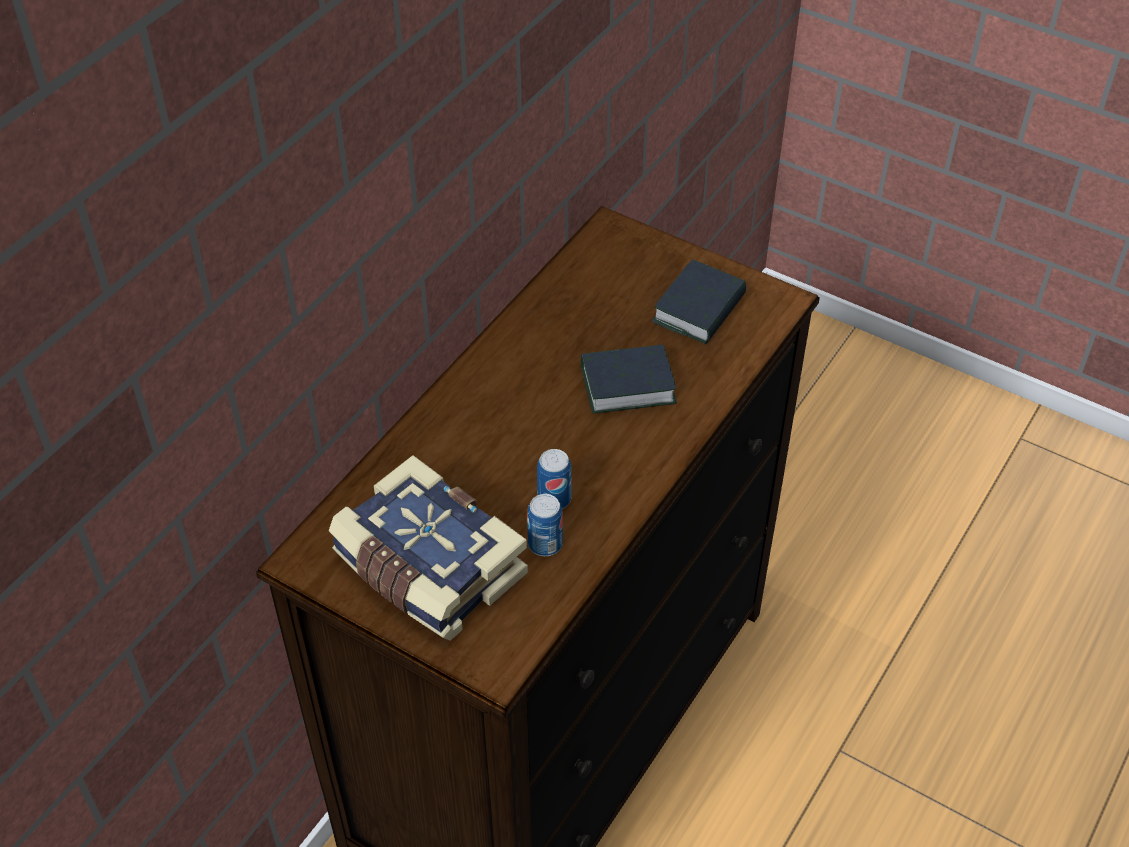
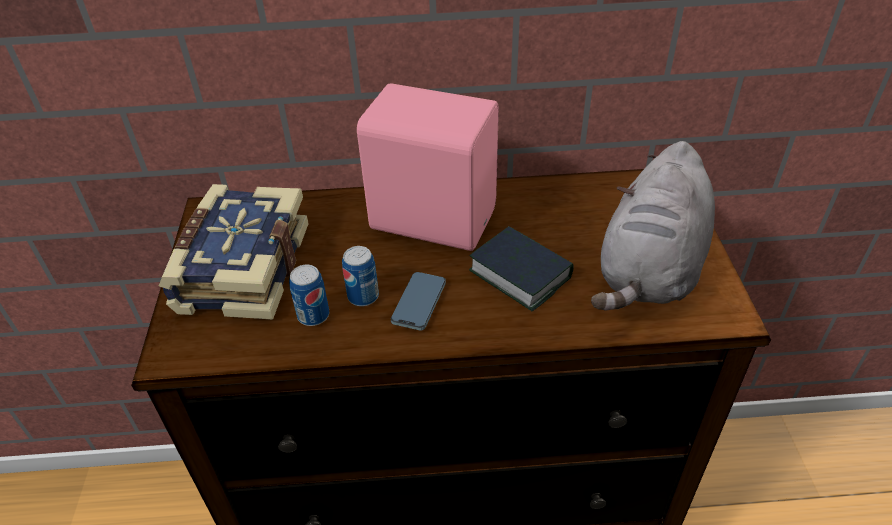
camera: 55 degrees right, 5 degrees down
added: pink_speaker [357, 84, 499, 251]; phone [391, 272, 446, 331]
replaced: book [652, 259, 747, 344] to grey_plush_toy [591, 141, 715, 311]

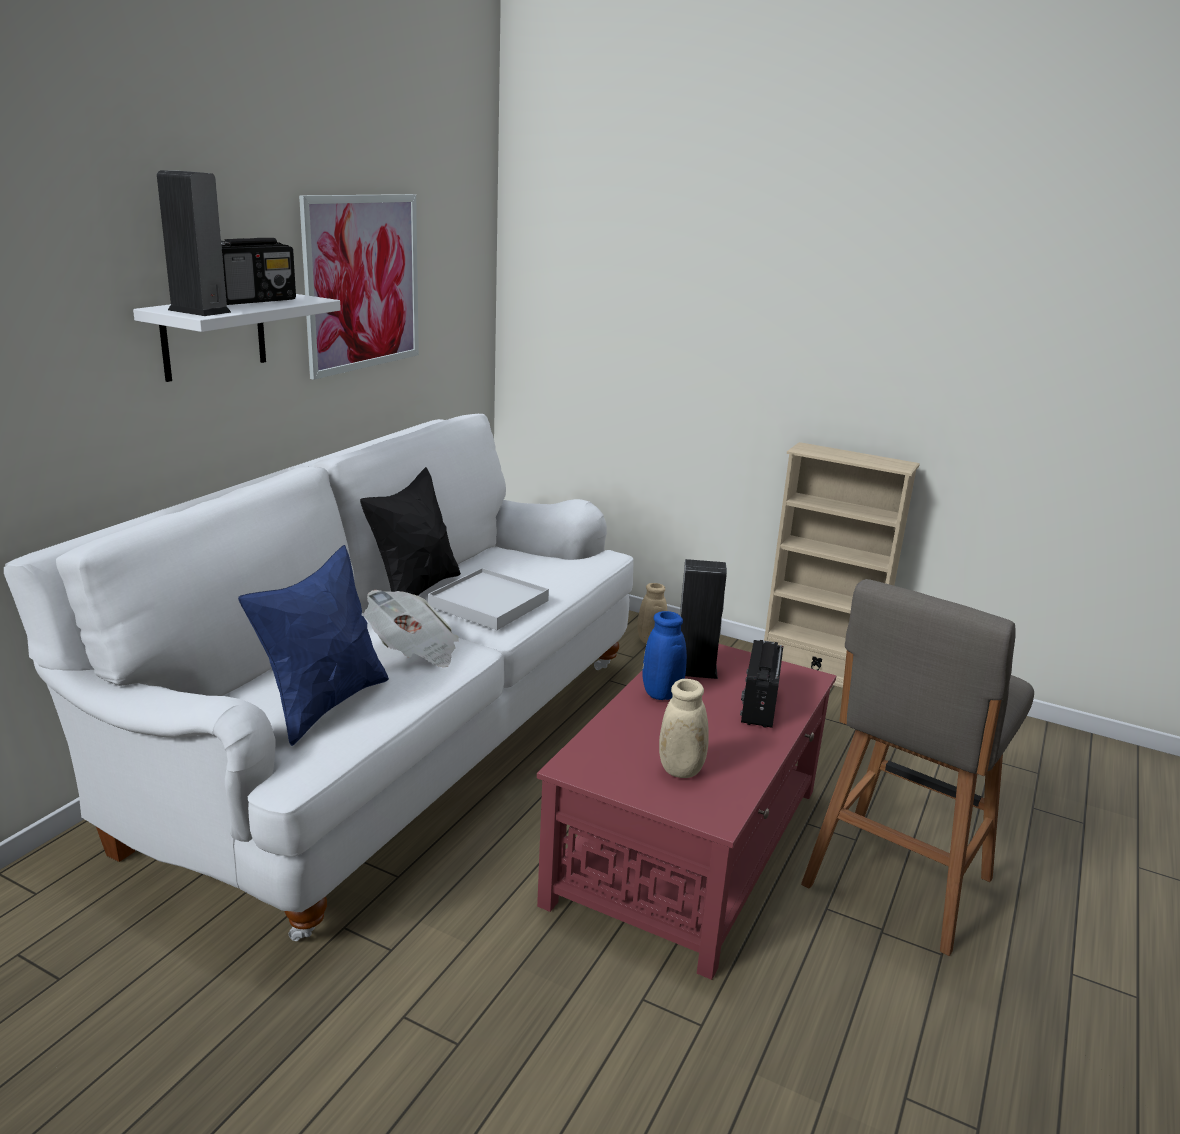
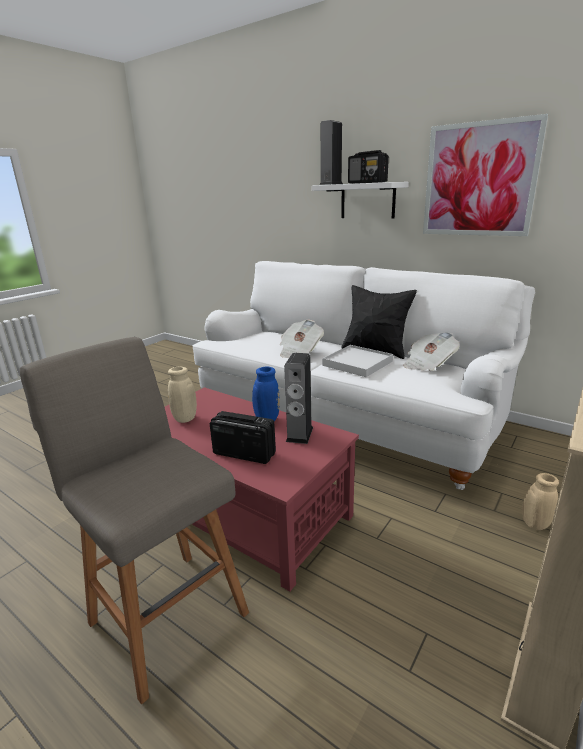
camera: 100 degrees right, 0 degrees up
removed: blue_pillow [238, 545, 389, 746]
added: newspaper [403, 333, 460, 371]

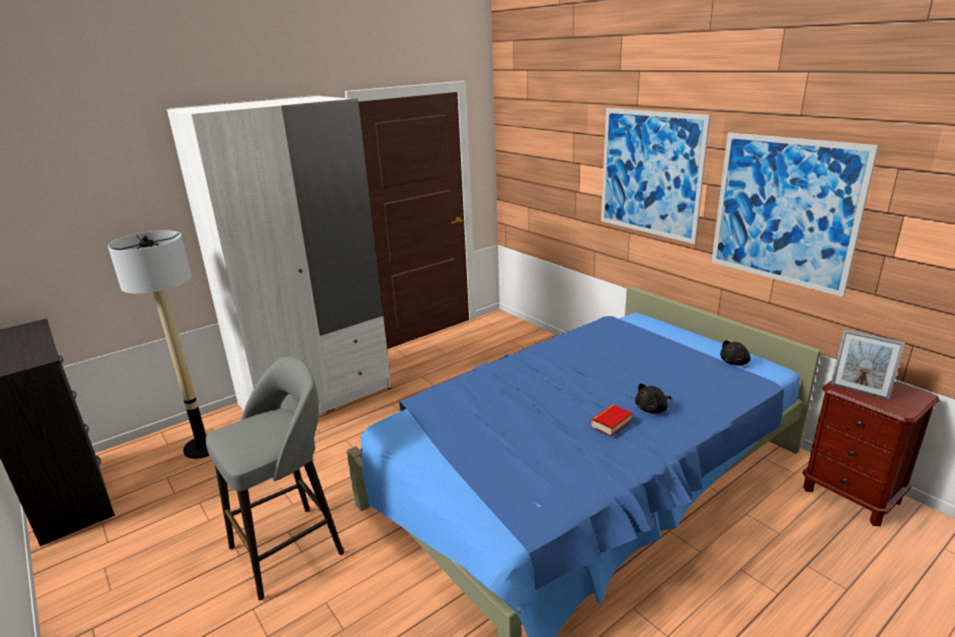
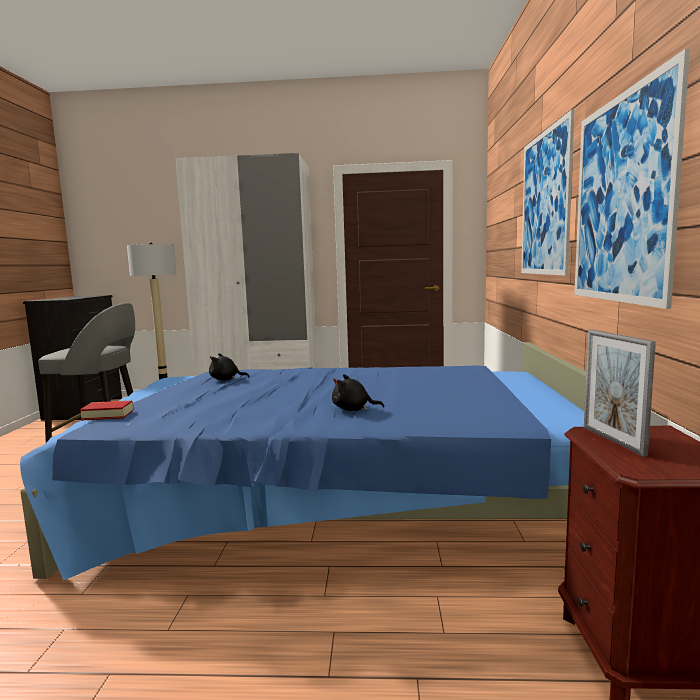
camera: 40 degrees right, 15 degrees down
moved: book [590, 405, 632, 437] to [80, 400, 134, 421]; black_plush_toy [720, 340, 751, 365] to [209, 353, 249, 381]

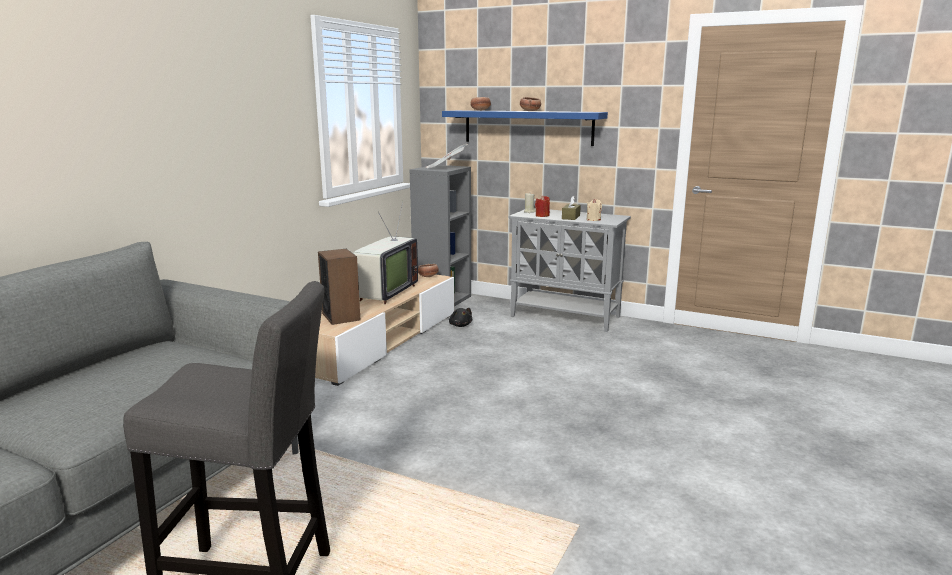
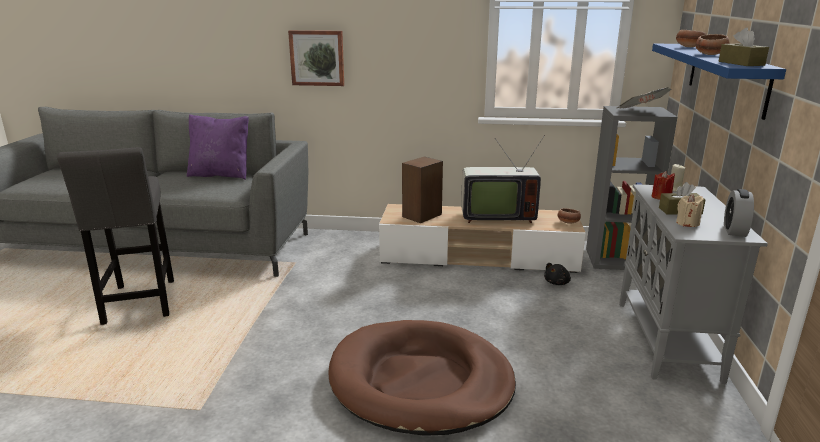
camera: 70 degrees right, 5 degrees up
added: purple_pillow [187, 114, 249, 180]; picture [288, 30, 344, 86]; brown_dog_bed [328, 320, 516, 436]; brown_tissue_box [719, 28, 769, 66]; alarm_clock [724, 189, 754, 237]

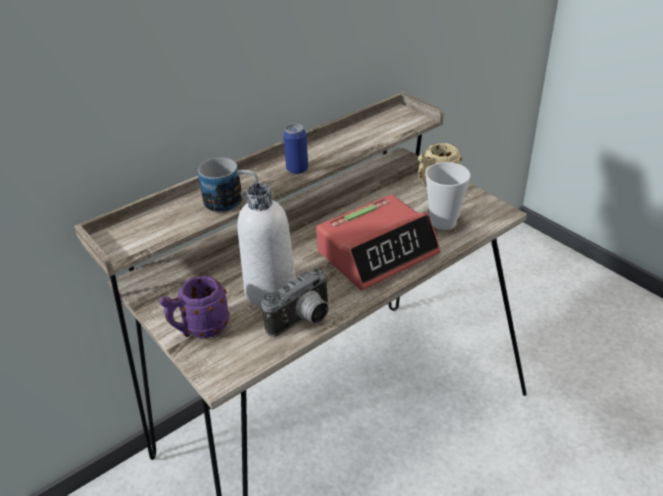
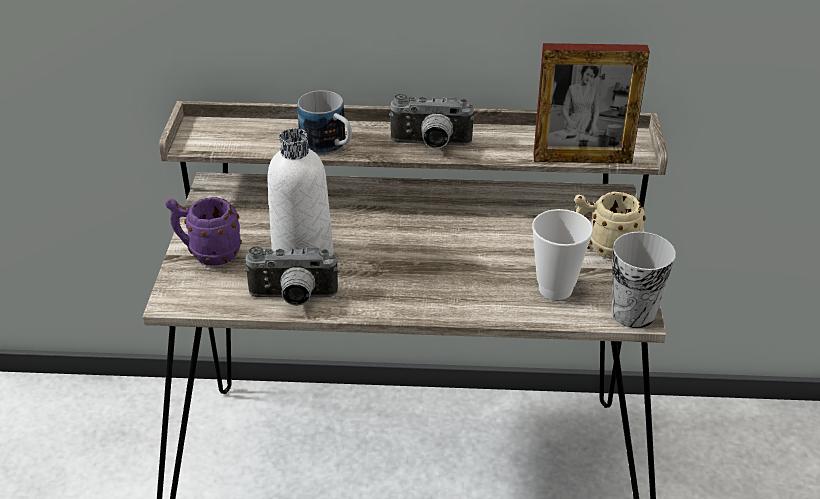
camera: 40 degrees right, 0 degrees up
removed: alarm_clock [316, 195, 440, 290]
added: picture_frame [533, 43, 650, 164]; cup [611, 232, 676, 328]
replaced: can [283, 124, 308, 174] to photo_camera [389, 94, 475, 149]

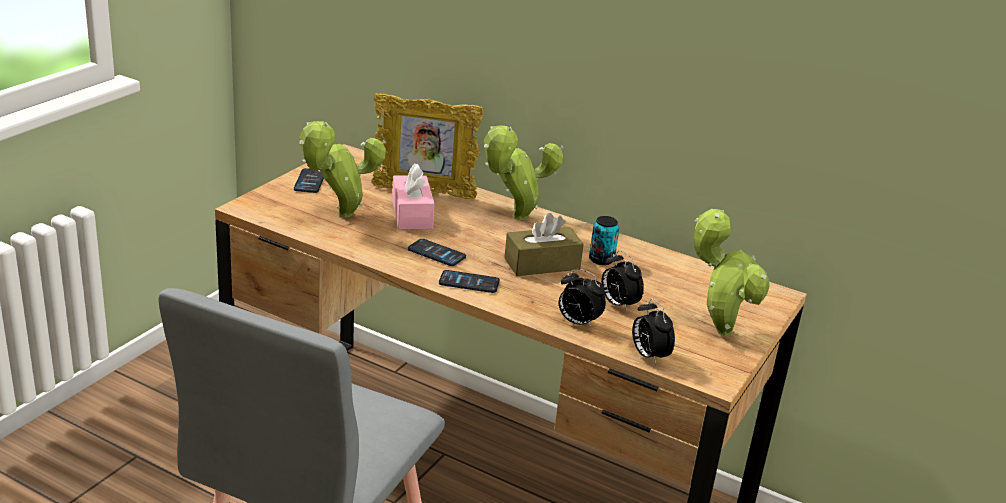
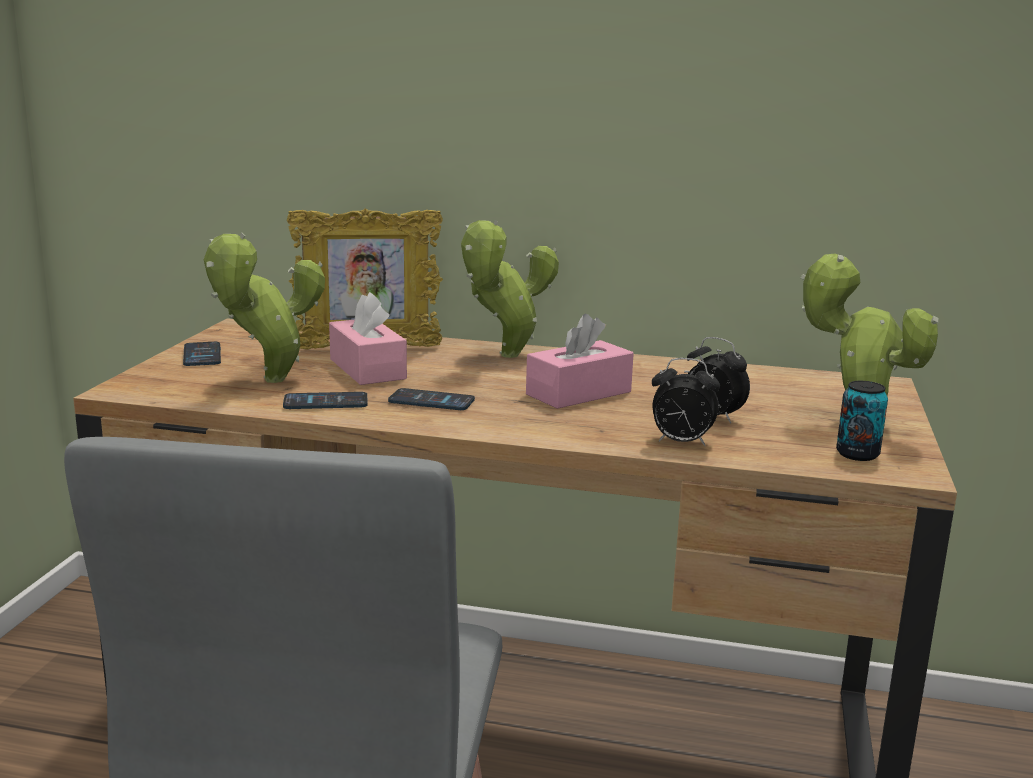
camera: 15 degrees left, 10 degrees down
removed: alarm_clock [632, 298, 675, 366]
moved: phone [439, 270, 500, 293] to [283, 392, 368, 409]; can [589, 216, 619, 265] to [836, 381, 888, 461]
recoloured: brown_tissue_box [504, 213, 584, 276] to pink_tissue_box [526, 314, 634, 409]

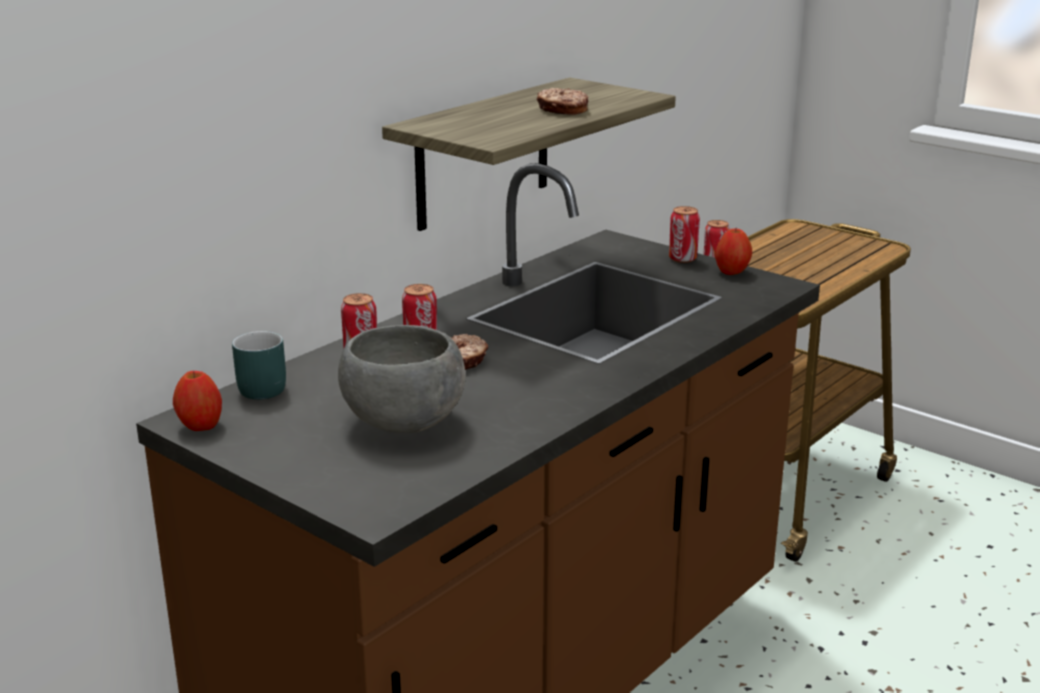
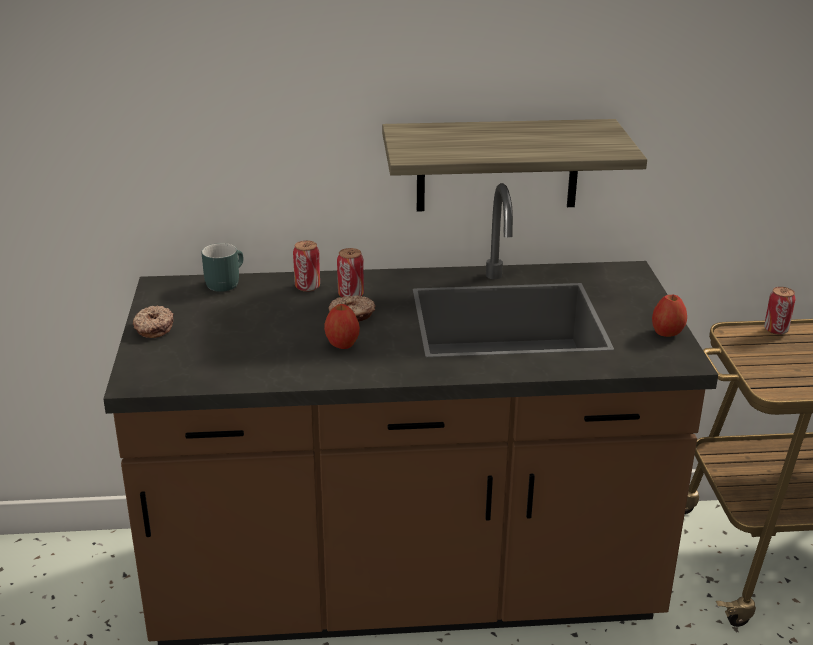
camera: 45 degrees right, 5 degrees up
removed: grey_bowl [338, 325, 465, 433]; can [669, 206, 700, 263]
moved: apple [173, 371, 222, 431] to [324, 304, 360, 349]; donut [537, 88, 588, 115] to [133, 306, 174, 338]

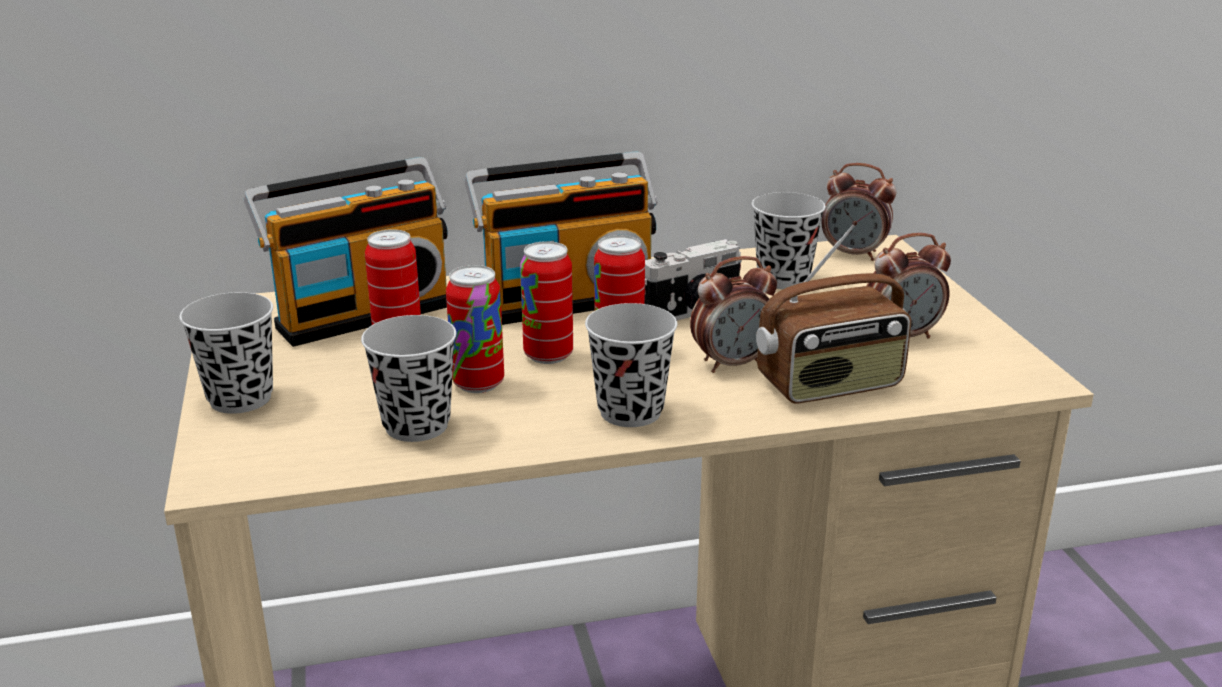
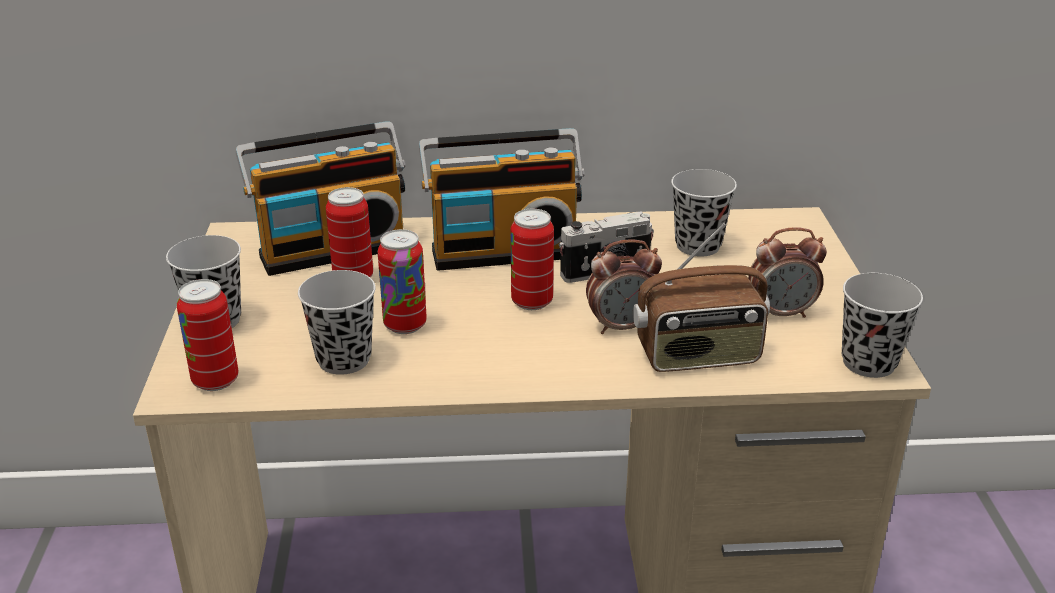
camera: 10 degrees right, 5 degrees up
removed: alarm_clock [821, 163, 896, 261]
moved: can [520, 241, 573, 364] to [177, 279, 239, 391]; black_cup [585, 303, 677, 427] to [842, 273, 923, 378]

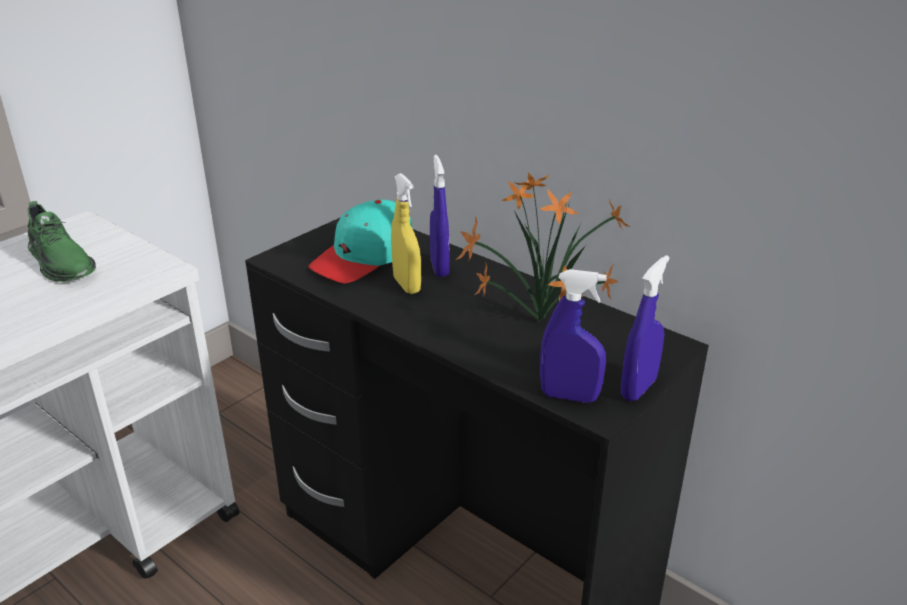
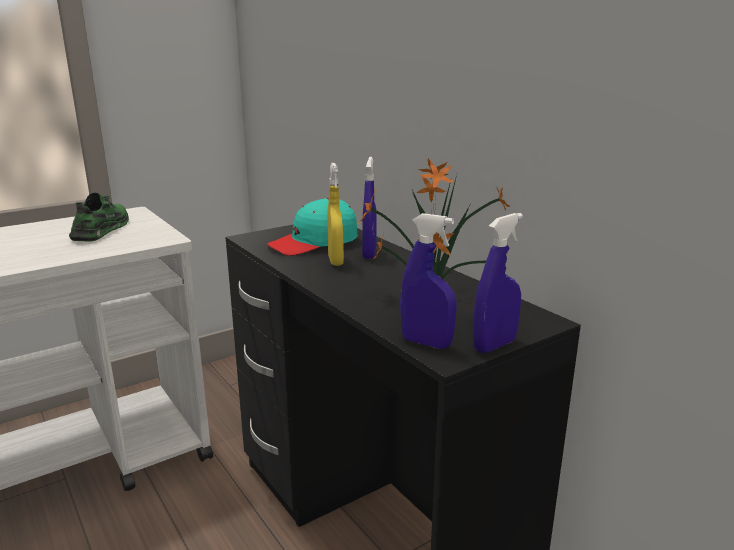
camera: 15 degrees right, 10 degrees down
turned: green_shoe [28, 201, 96, 282] = [69, 192, 129, 242] 150 degrees counterclockwise

